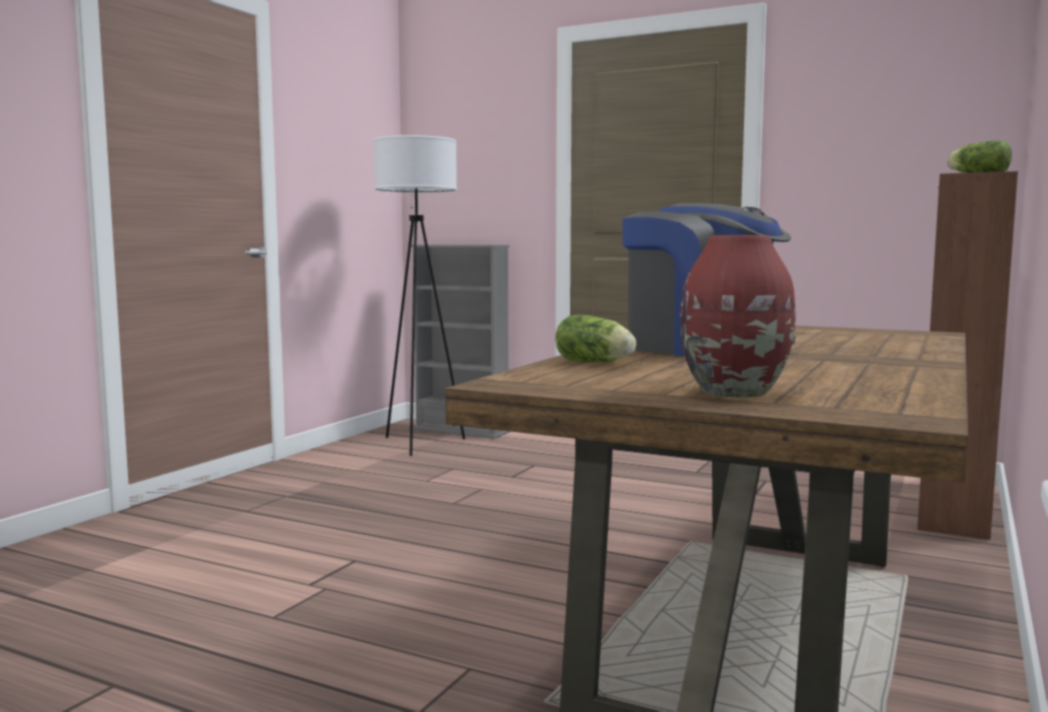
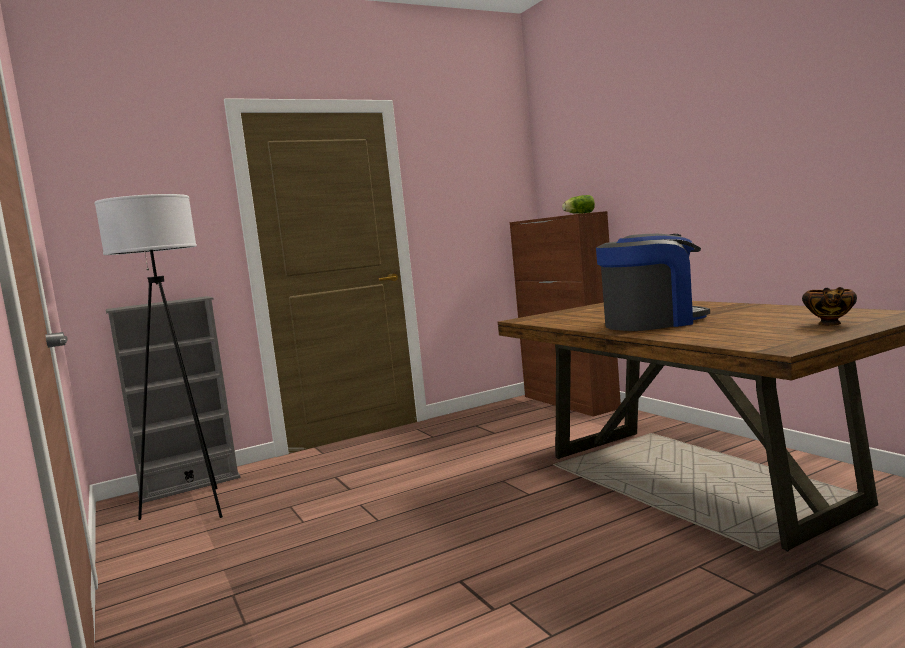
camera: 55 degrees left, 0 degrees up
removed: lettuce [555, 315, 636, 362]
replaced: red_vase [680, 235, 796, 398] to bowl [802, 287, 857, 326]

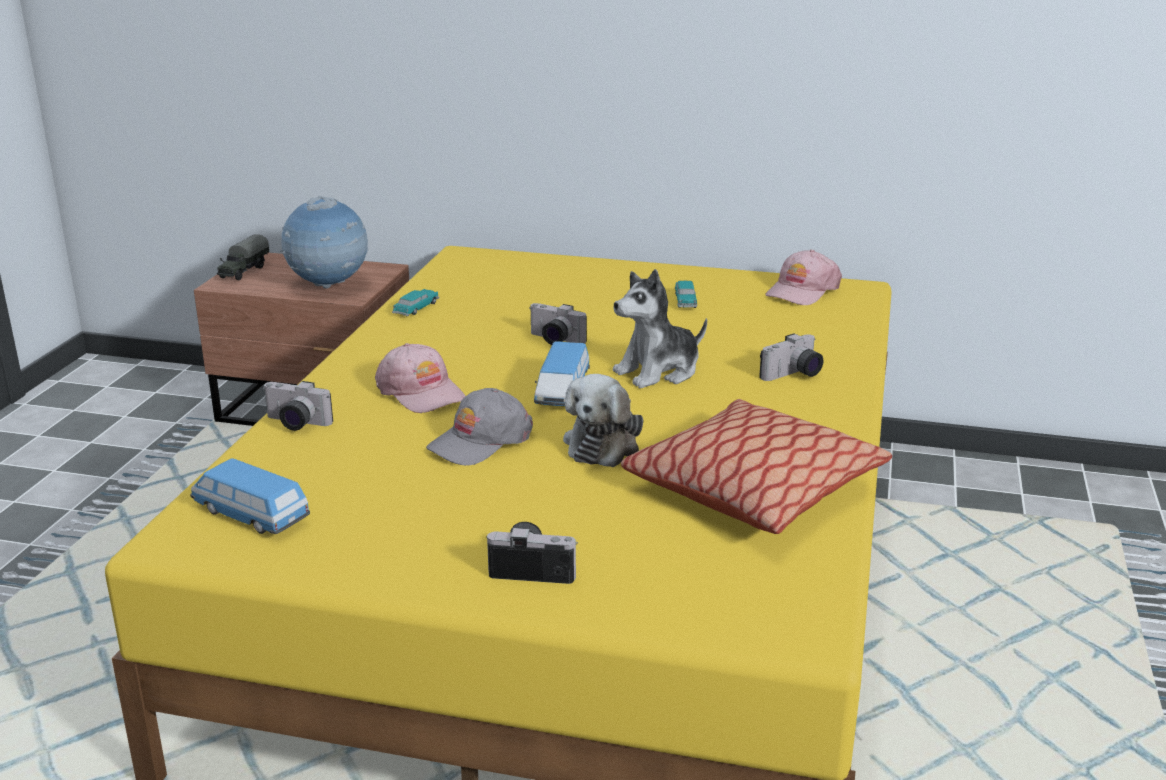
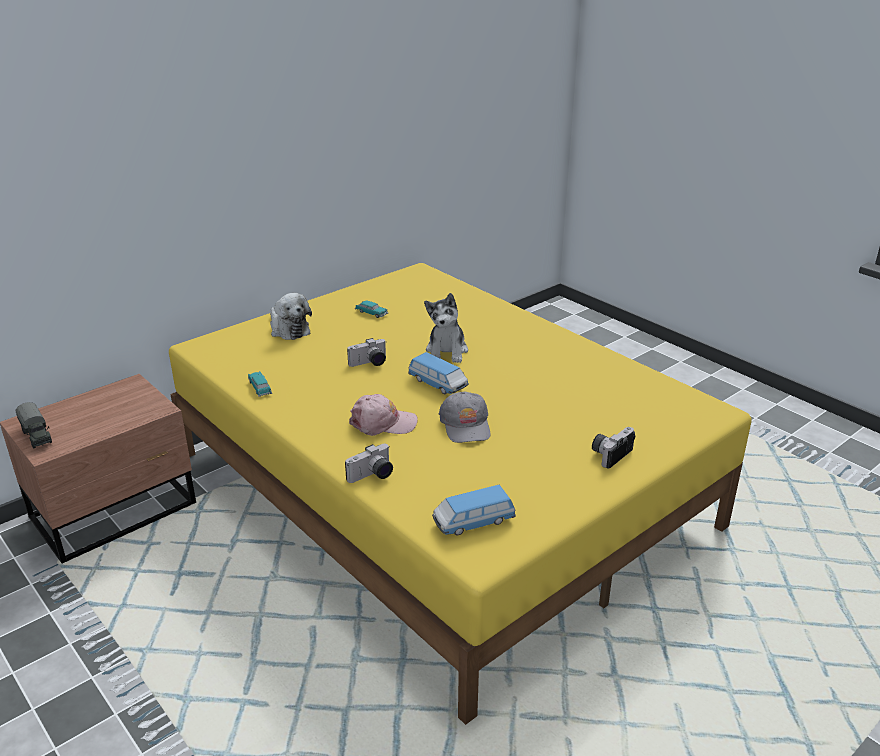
camera: 55 degrees left, 5 degrees up
removed: globe [280, 196, 368, 289]; pillow [621, 399, 892, 534]; photo_camera [759, 333, 823, 381]; pink_cap [766, 250, 842, 305]
moved: plush_toy [563, 374, 644, 467] to [270, 293, 312, 340]

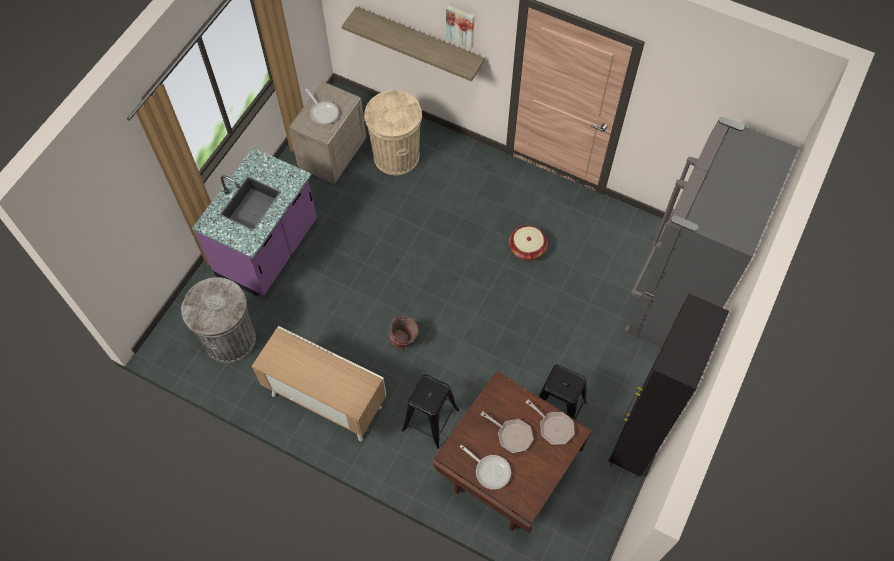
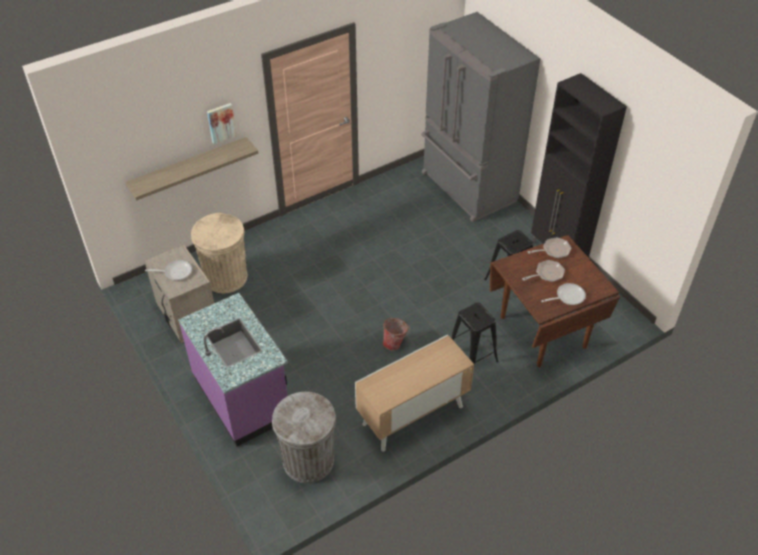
camera: 60 degrees left, 15 degrees down
removed: basket [509, 225, 548, 260]

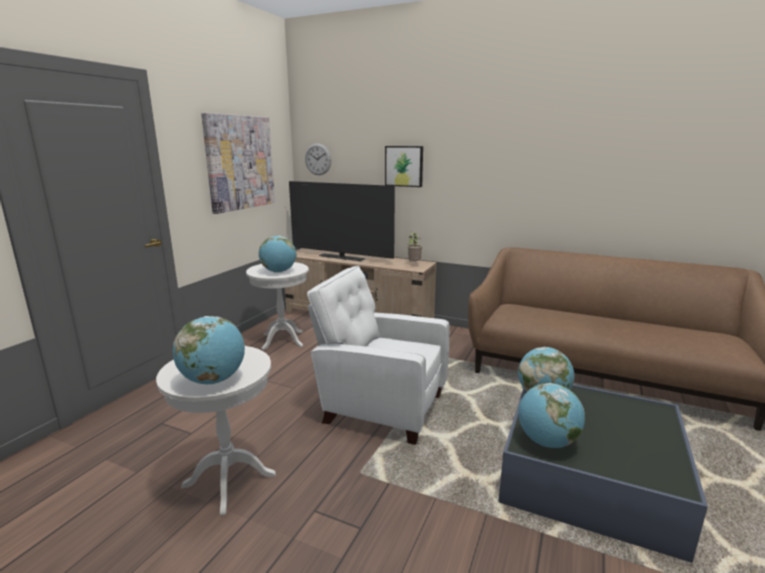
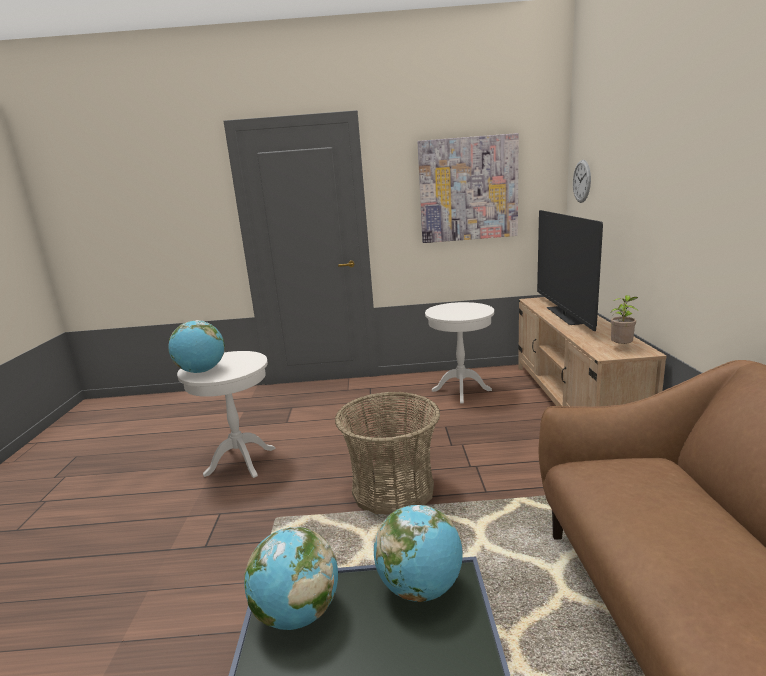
camera: 65 degrees right, 0 degrees up
removed: globe [259, 236, 297, 273]; picture [385, 146, 423, 187]
replaced: white_armchair [307, 266, 450, 445] to basket [335, 391, 440, 515]

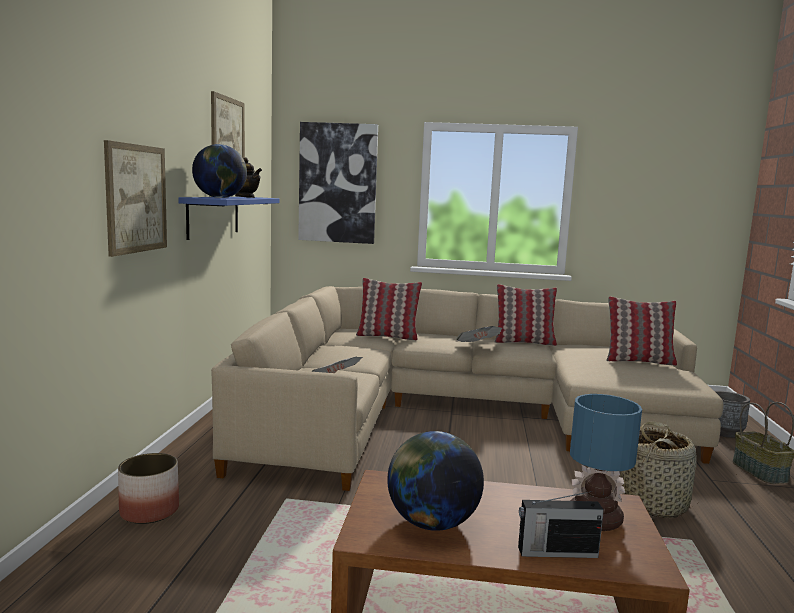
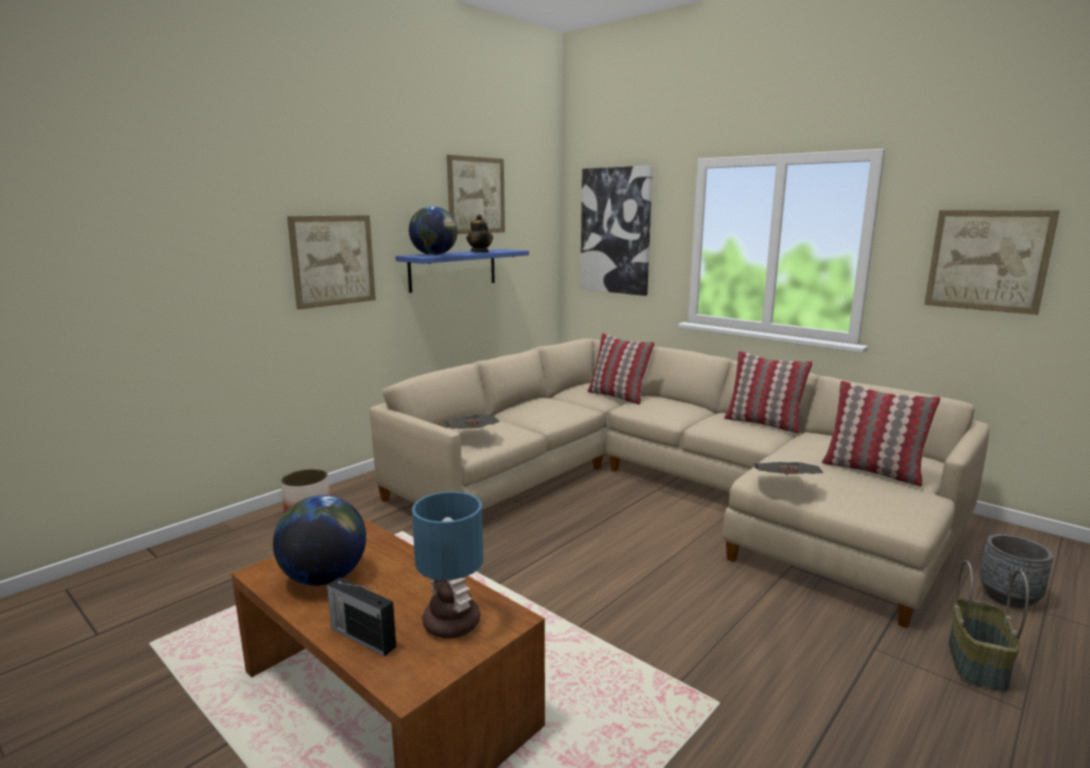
camera: 35 degrees right, 5 degrees up
removed: basket [620, 421, 697, 518]
added: picture [924, 210, 1060, 315]
moved: newspaper [456, 326, 502, 342] to [753, 462, 824, 475]

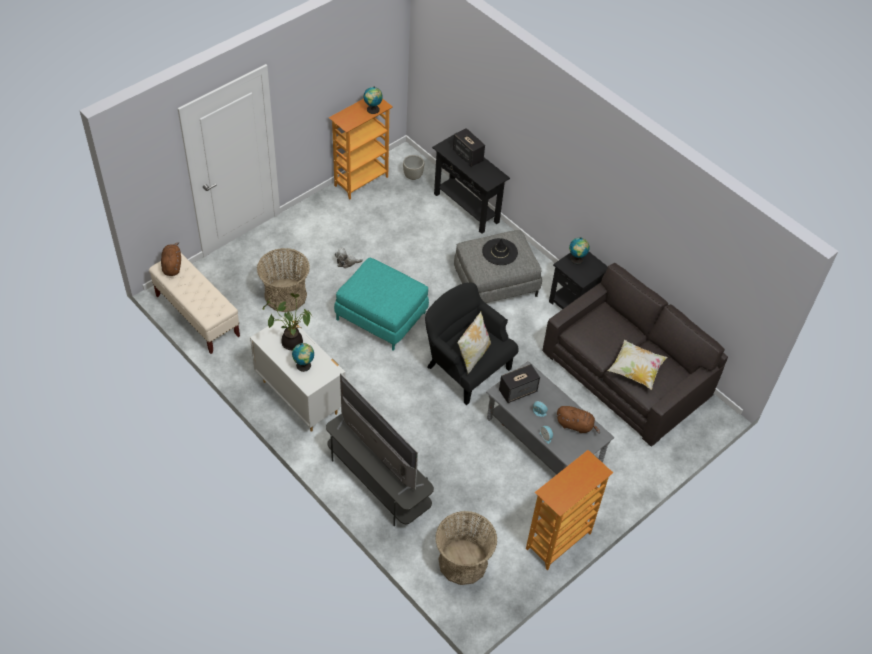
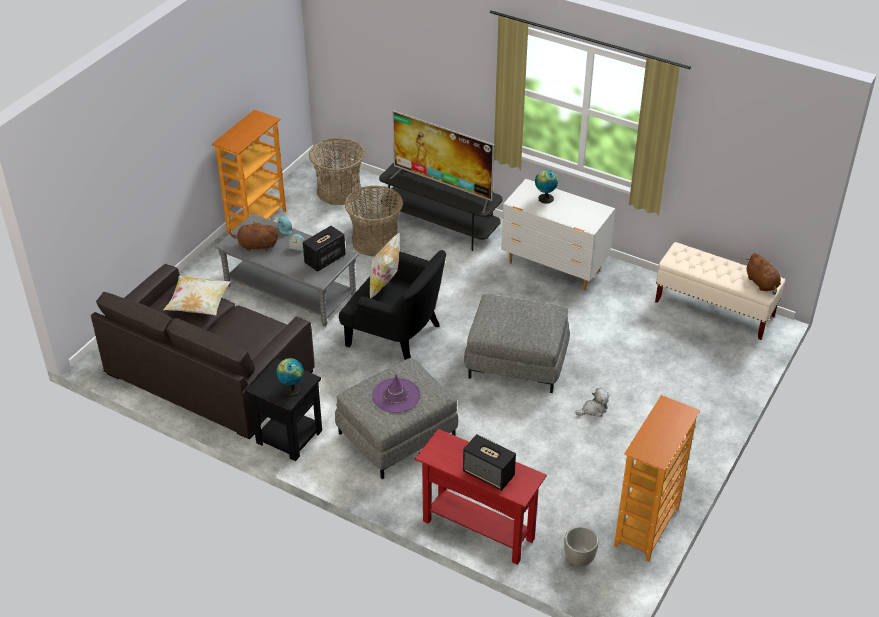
camera: 165 degrees right, 10 degrees down
removed: potted_plant [263, 293, 312, 350]; globe [364, 86, 383, 114]
moved: basket [257, 248, 310, 312] to [345, 185, 403, 257]
recoloured: turquoise_ottoman [334, 257, 429, 351] to grey_ottoman [464, 294, 570, 393]; black_console_table [432, 135, 510, 234] to red_console_table [415, 429, 547, 565]; black_hat [482, 238, 518, 265] to purple_hat [372, 374, 420, 413]

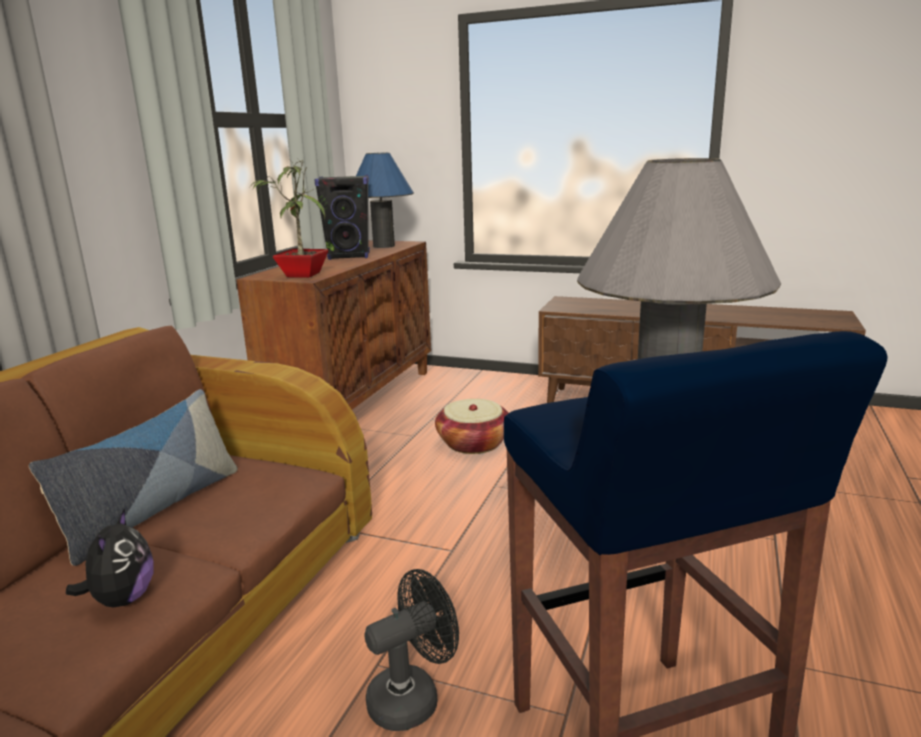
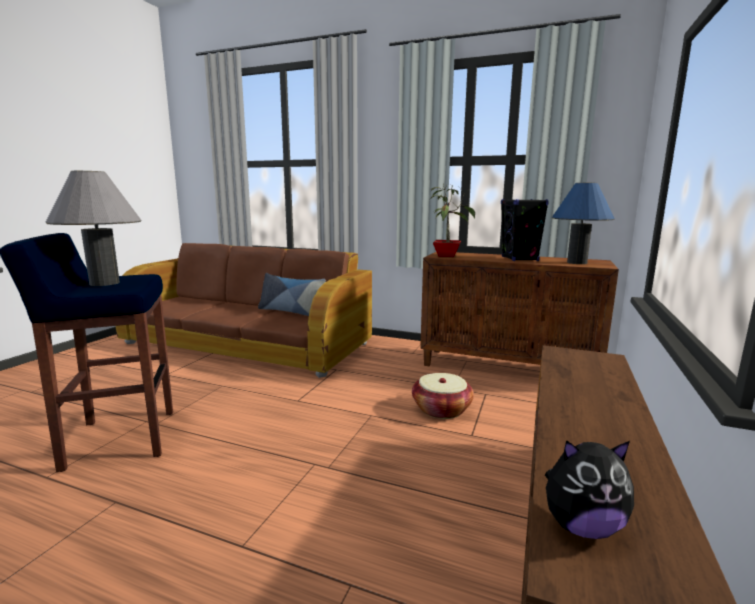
camera: 90 degrees right, 5 degrees down
removed: black_fan [364, 569, 459, 731]
moved: plush_toy [66, 508, 154, 607] to [545, 440, 634, 539]

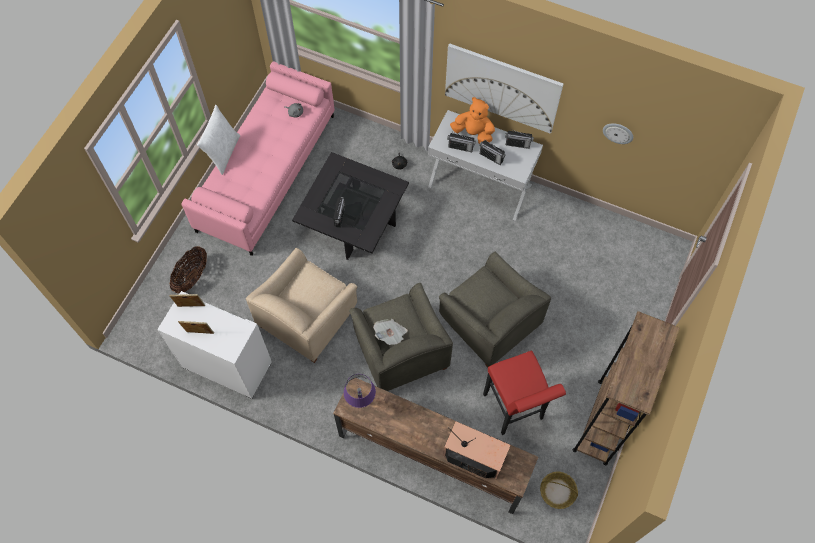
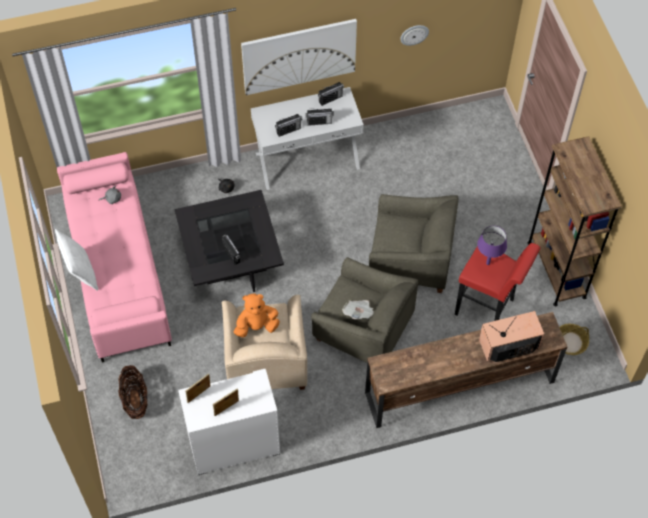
camera: 40 degrees left, 5 degrees down
moved: purple_table_lamp [344, 374, 376, 408] to [477, 226, 507, 265]; orange_plush_toy [450, 97, 495, 144] to [233, 293, 280, 338]

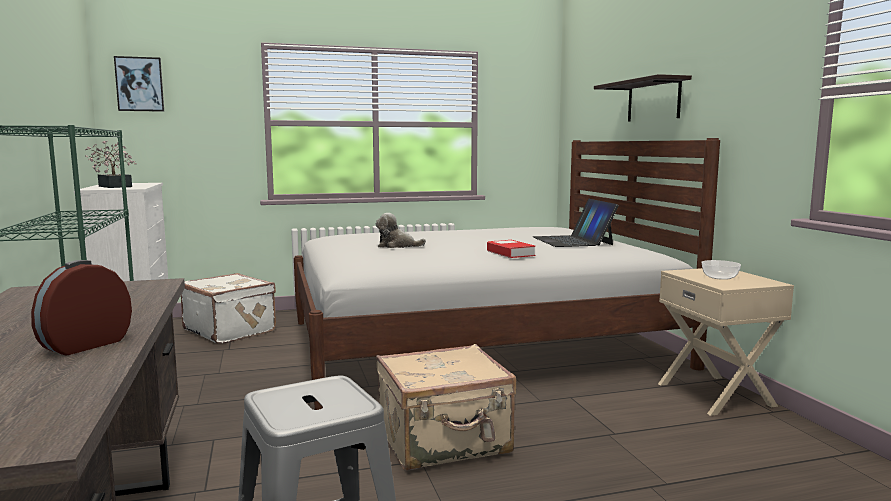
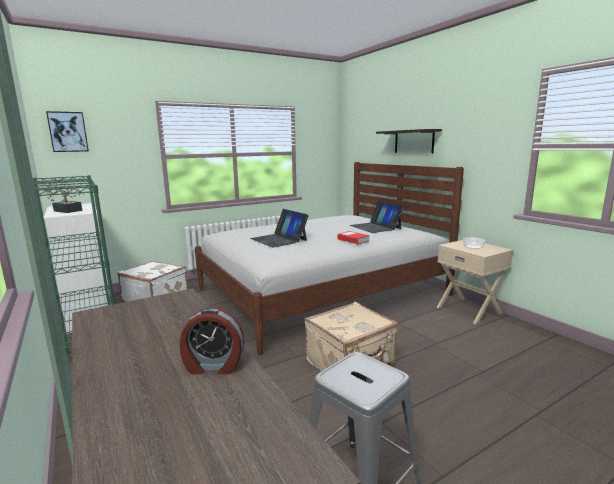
camera: 15 degrees left, 5 degrees up
replaced: plush_toy [376, 213, 426, 248] to laptop [250, 209, 309, 247]
turned: alarm_clock [31, 260, 132, 355] = [180, 307, 244, 374] 105 degrees counterclockwise

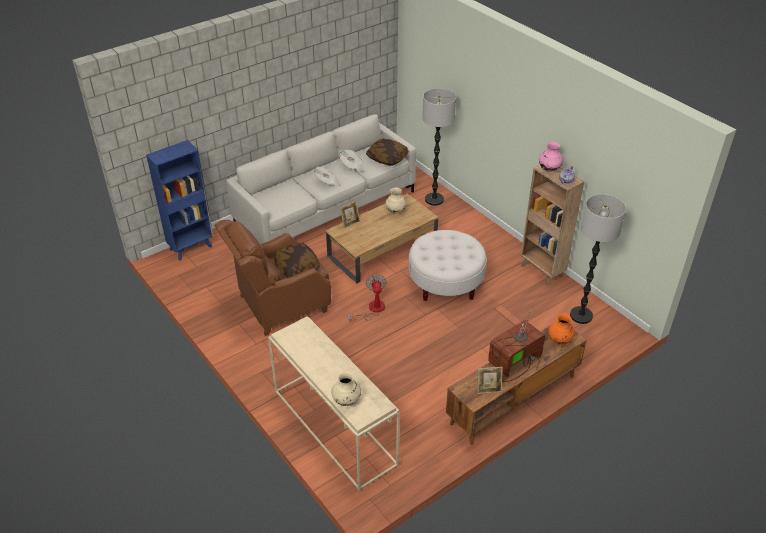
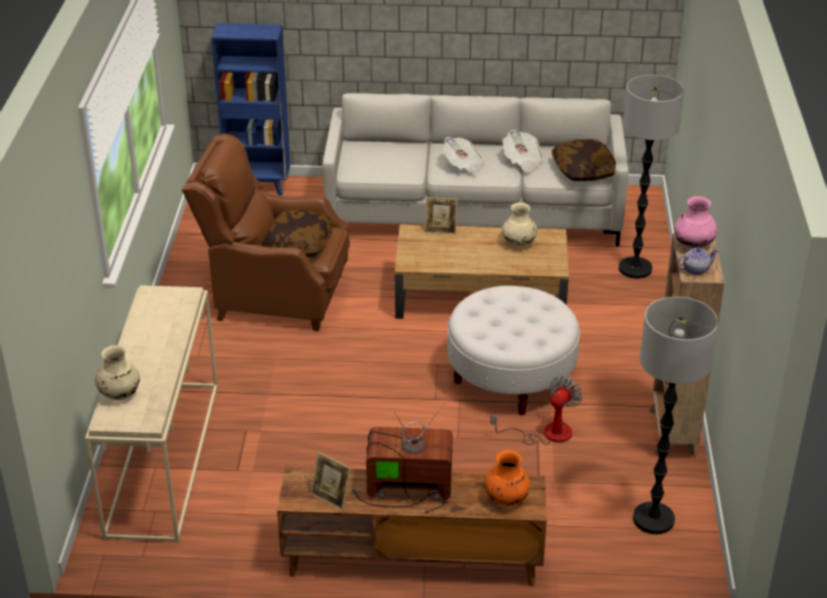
camera: 40 degrees right, 5 degrees down
moved: fan [348, 275, 387, 322] to [490, 376, 582, 445]

